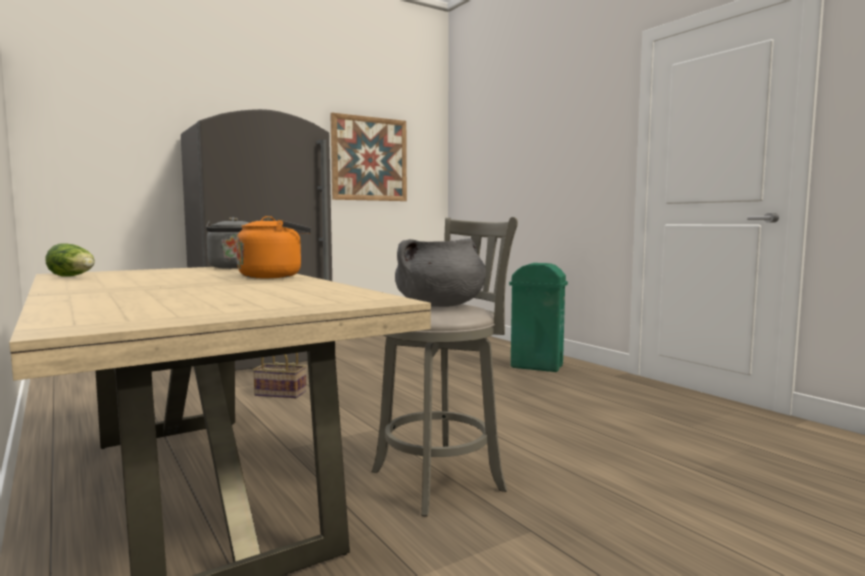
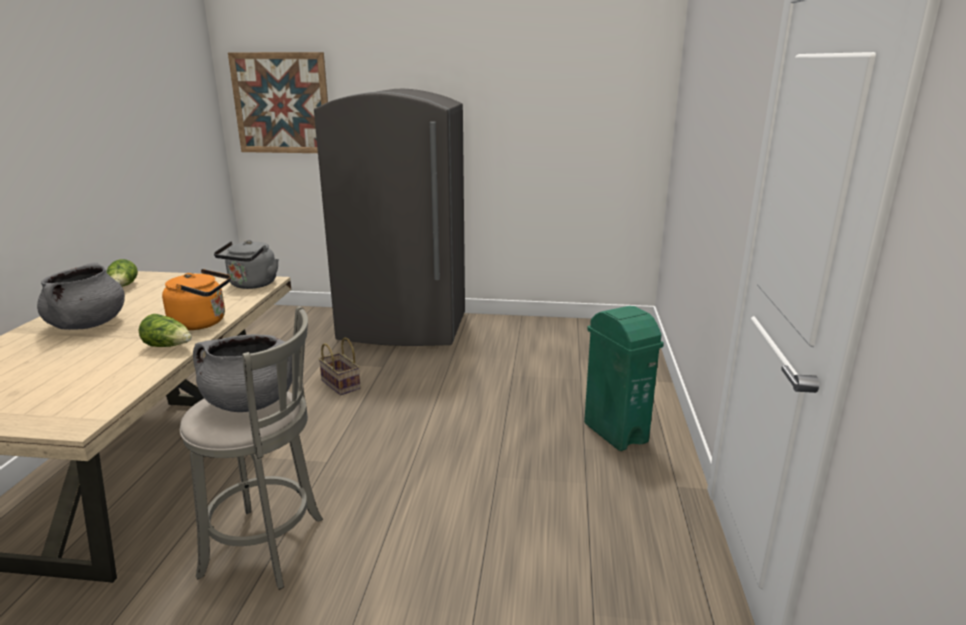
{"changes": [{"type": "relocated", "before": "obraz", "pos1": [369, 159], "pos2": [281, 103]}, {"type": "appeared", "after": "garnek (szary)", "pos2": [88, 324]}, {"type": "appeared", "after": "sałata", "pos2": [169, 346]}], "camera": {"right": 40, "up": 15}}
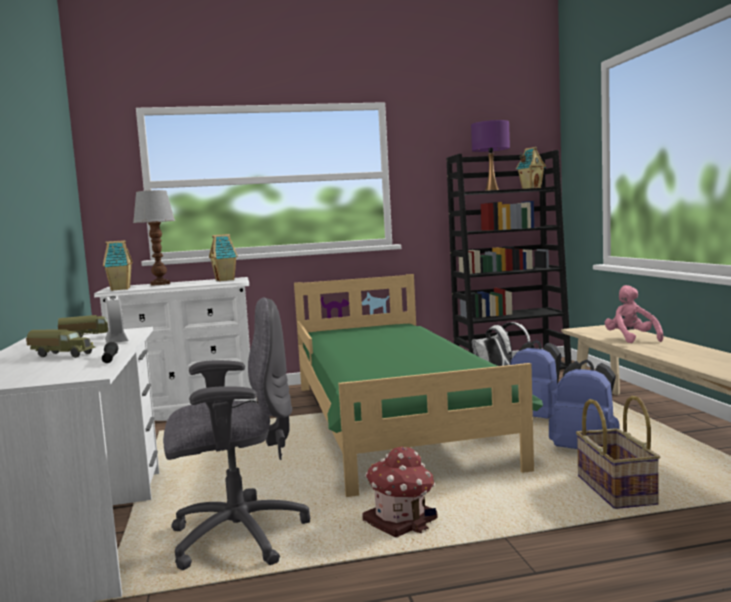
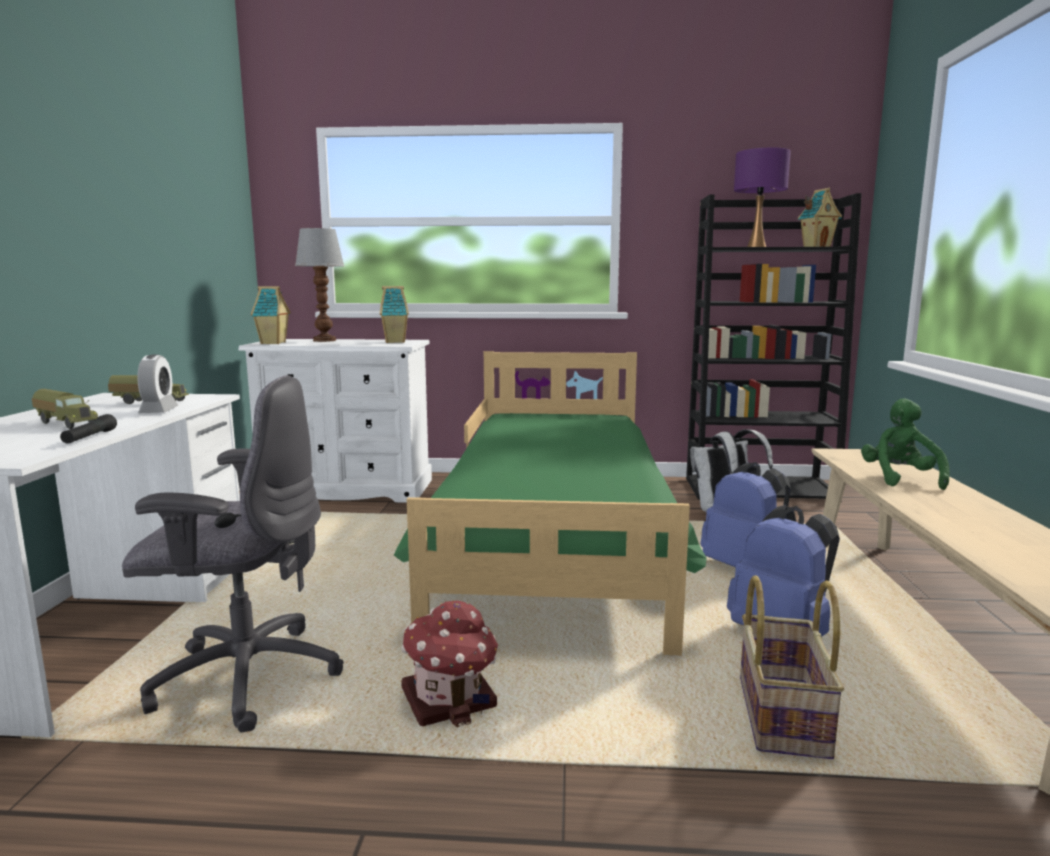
{"changes": [{"type": "colour", "before": "pluszak (różowy)", "after": "pluszak (zielony)", "pos1": [631, 339], "pos2": [900, 479]}], "camera": {"right": 15, "up": 5}}
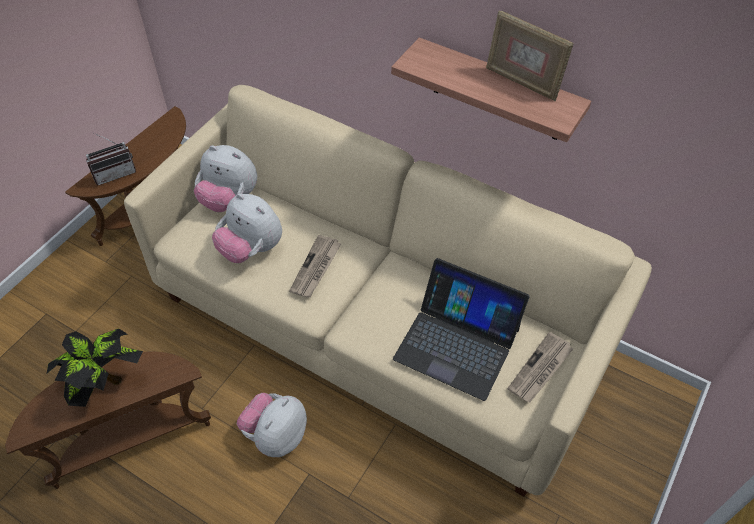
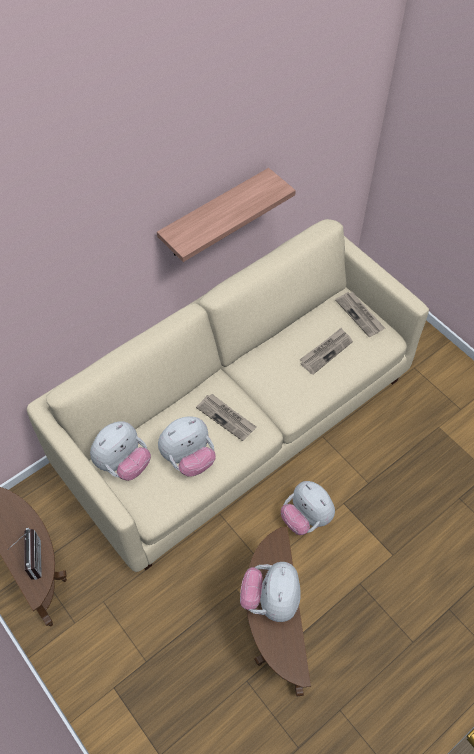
{"changes": [{"type": "missing", "before": "ramka na zdjęcie", "pos1": [522, 82]}, {"type": "exchanged", "before": "laptop", "after": "gazeta", "pos1": [457, 343], "pos2": [326, 351]}, {"type": "exchanged", "before": "roślina doniczkowa", "after": "pluszak", "pos1": [105, 384], "pos2": [270, 599]}], "camera": {"right": -70, "up": 5}}
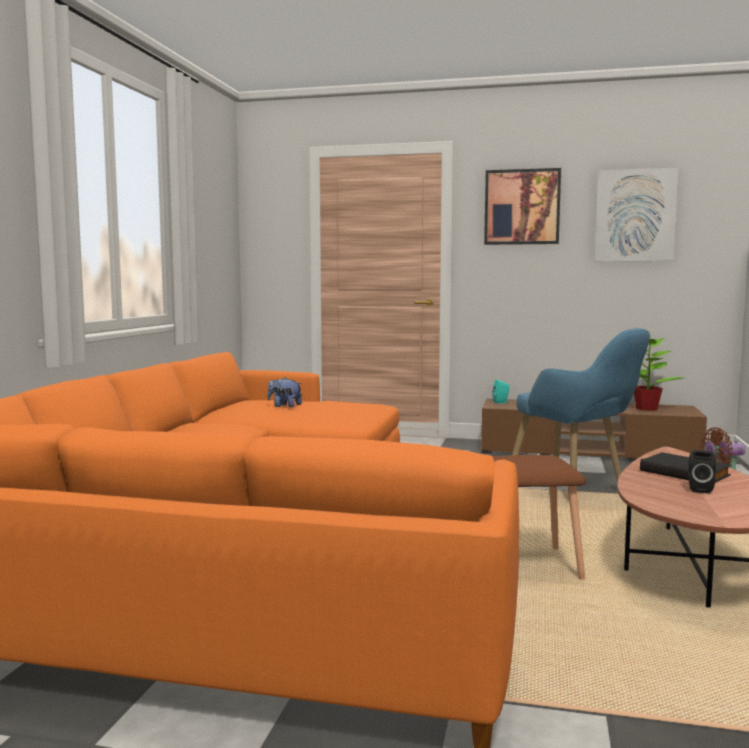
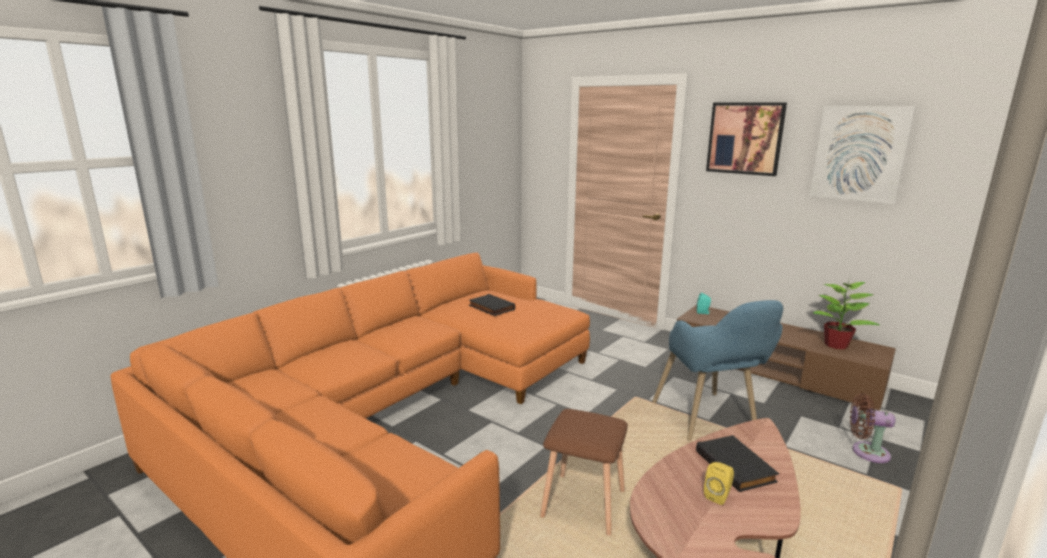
{"changes": [{"type": "exchanged", "before": "pluszak", "after": "książka (czarny)", "pos1": [284, 406], "pos2": [490, 308]}, {"type": "colour", "before": "głośnik (czarny)", "after": "głośnik (żółty)", "pos1": [699, 489], "pos2": [718, 496]}], "camera": {"right": 25, "up": 10}}
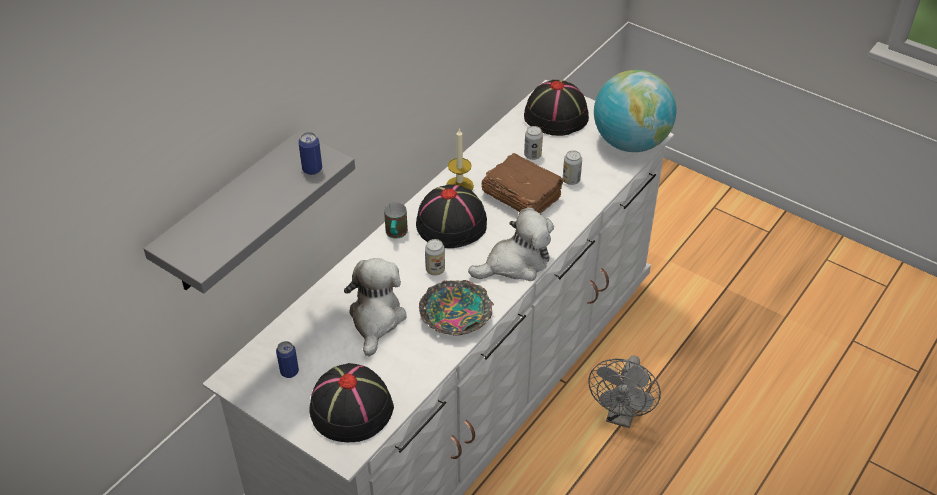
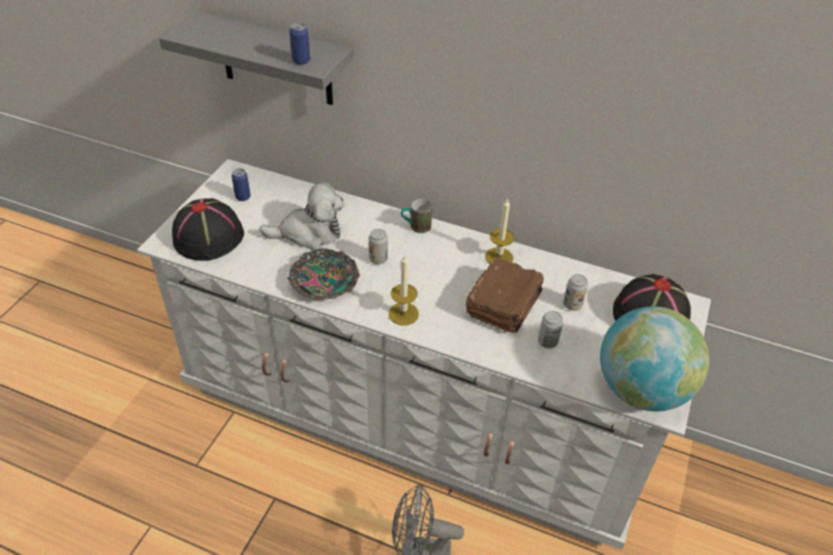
{"changes": [{"type": "missing", "before": "kapelusz (czarny)", "pos1": [452, 223]}, {"type": "exchanged", "before": "pluszak", "after": "świeca", "pos1": [515, 263], "pos2": [403, 314]}], "camera": {"right": 75, "up": 0}}
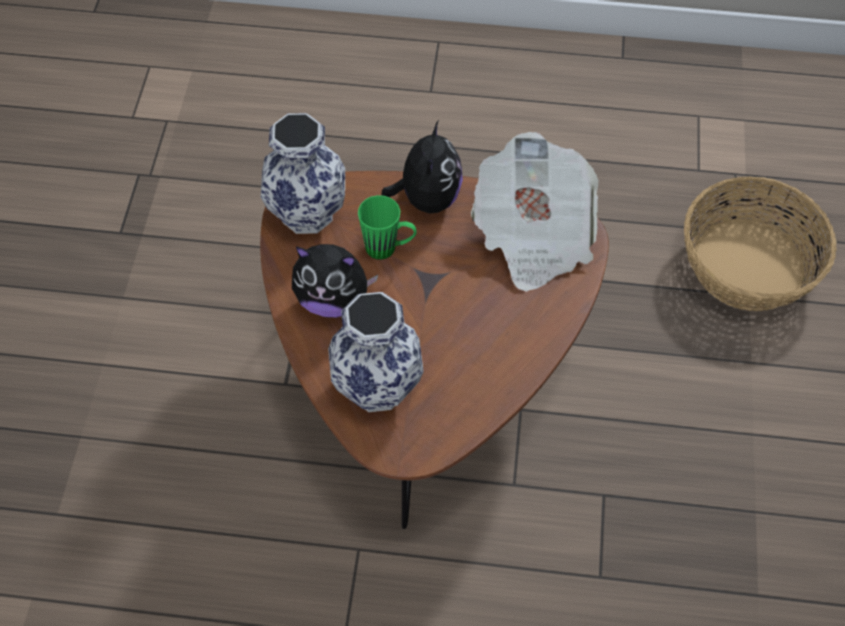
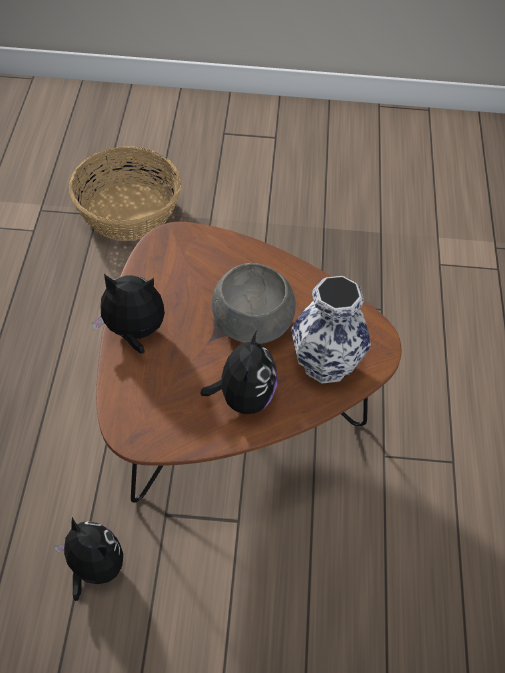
{"changes": [{"type": "missing", "before": "wazon", "pos1": [309, 213]}, {"type": "missing", "before": "gazeta", "pos1": [533, 235]}, {"type": "missing", "before": "kubek (zielony)", "pos1": [388, 249]}, {"type": "appeared", "after": "miska (szary)", "pos2": [251, 323]}, {"type": "appeared", "after": "pluszak", "pos2": [93, 569]}], "camera": {"right": -95, "up": -5}}
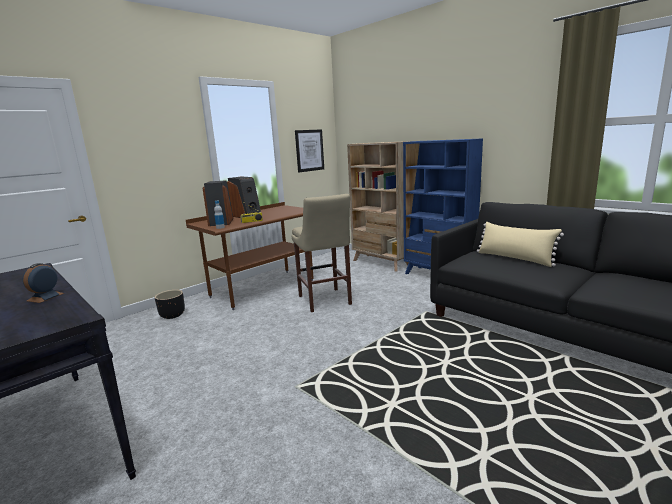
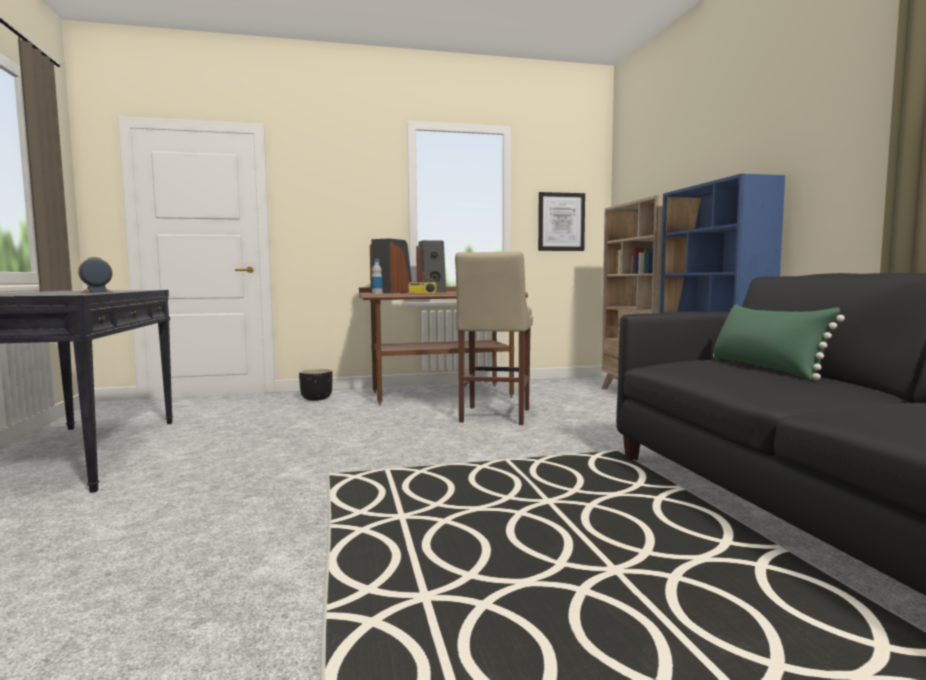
{"changes": [{"type": "colour", "before": "poduszka (beżowy)", "after": "poduszka (zielony)", "pos1": [515, 258], "pos2": [765, 368]}], "camera": {"right": 30, "up": -10}}
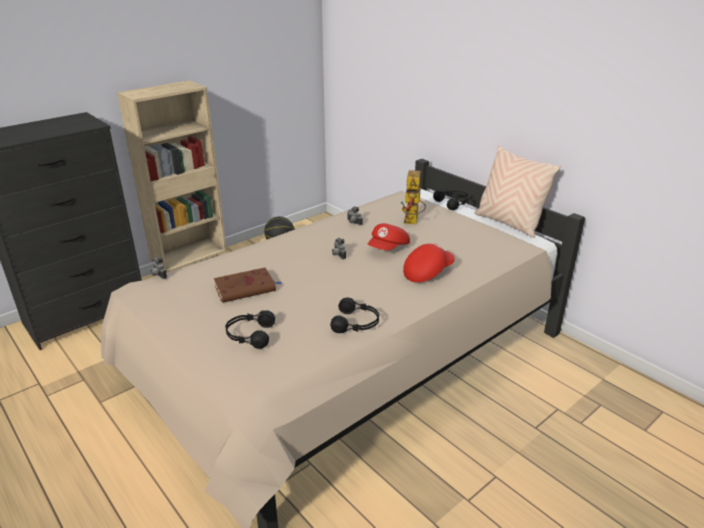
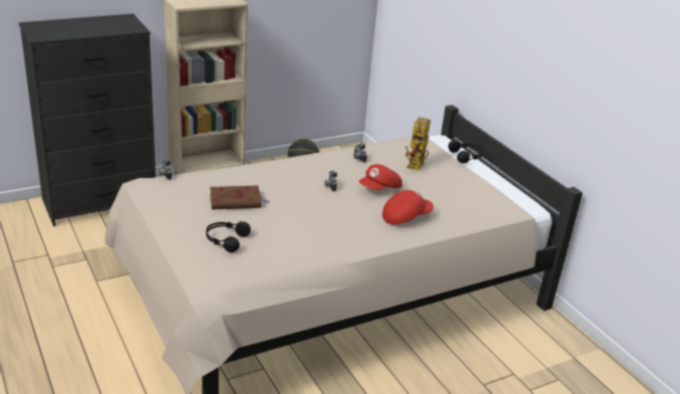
{"changes": [{"type": "missing", "before": "poduszka (beżowy)", "pos1": [508, 223]}, {"type": "missing", "before": "słuchawki (czarny)", "pos1": [356, 323]}], "camera": {"right": 10, "up": 0}}
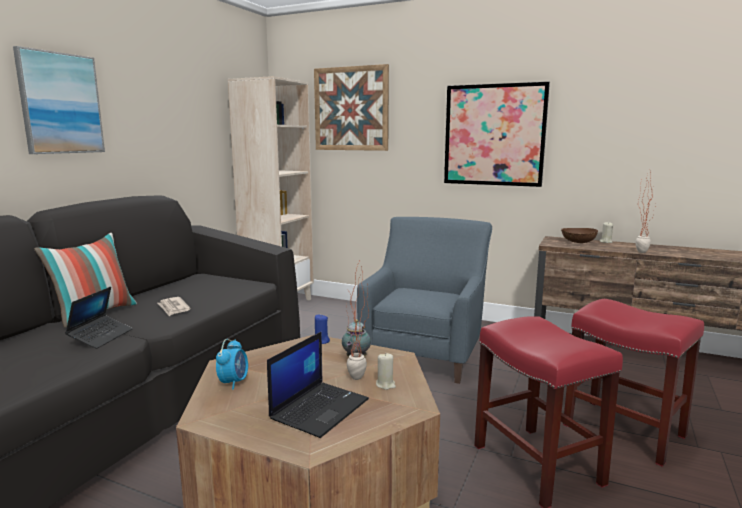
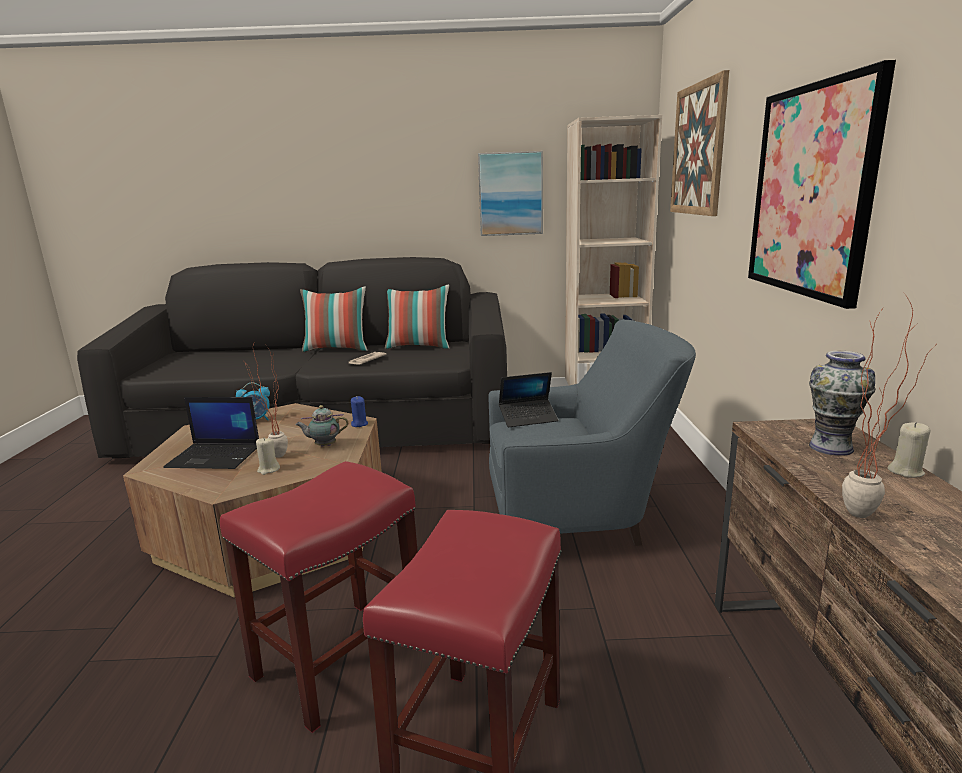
{"changes": [{"type": "relocated", "before": "obraz", "pos1": [60, 103], "pos2": [510, 194]}, {"type": "exchanged", "before": "miska (brązowy)", "after": "wazon", "pos1": [578, 242], "pos2": [831, 447]}, {"type": "relocated", "before": "laptop", "pos1": [101, 337], "pos2": [528, 418]}, {"type": "appeared", "after": "poduszka", "pos2": [418, 347]}], "camera": {"right": 65, "up": 5}}
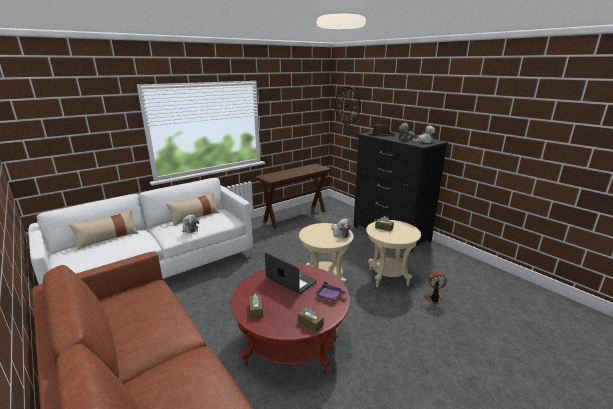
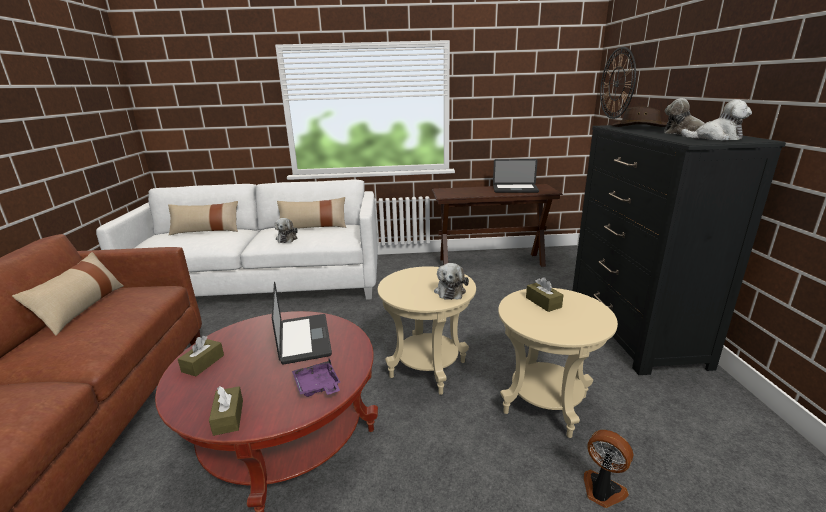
{"changes": [{"type": "appeared", "after": "laptop", "pos2": [515, 189]}, {"type": "appeared", "after": "poduszka (beżowy)", "pos2": [82, 308]}], "camera": {"right": 35, "up": 0}}
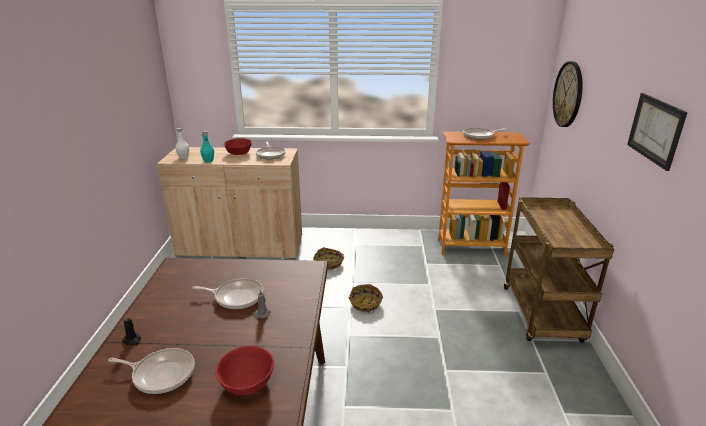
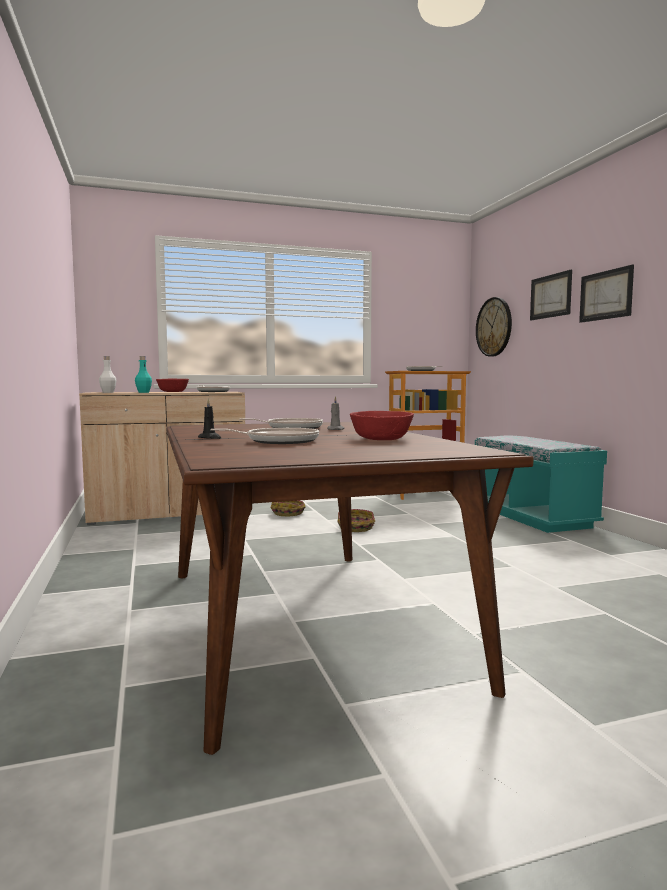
{"changes": [{"type": "exchanged", "before": "wózek (brązowy)", "after": "ławka (turkusowy)", "pos1": [542, 315], "pos2": [532, 517]}, {"type": "appeared", "after": "obraz", "pos2": [550, 296]}], "camera": {"right": -20, "up": -20}}
